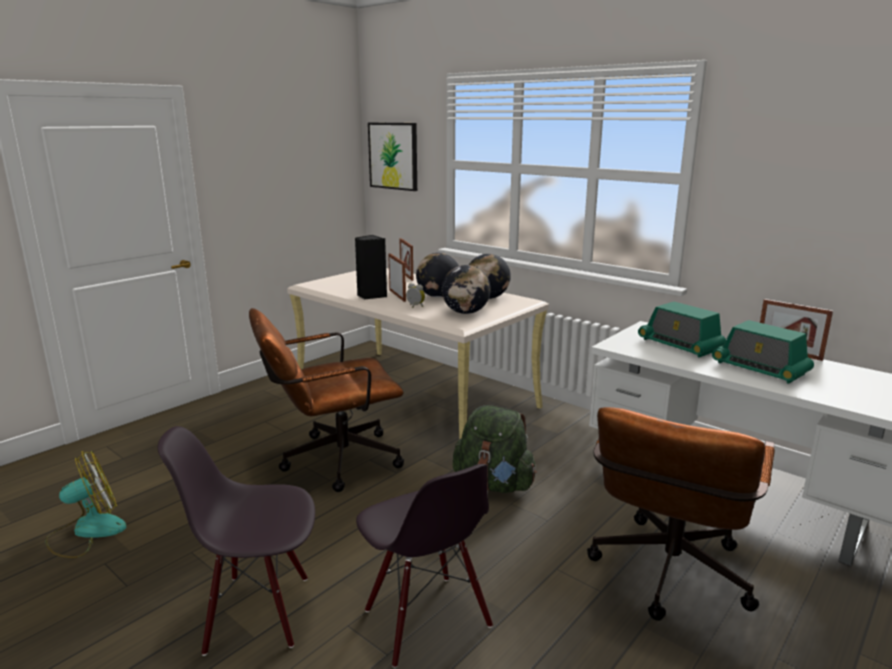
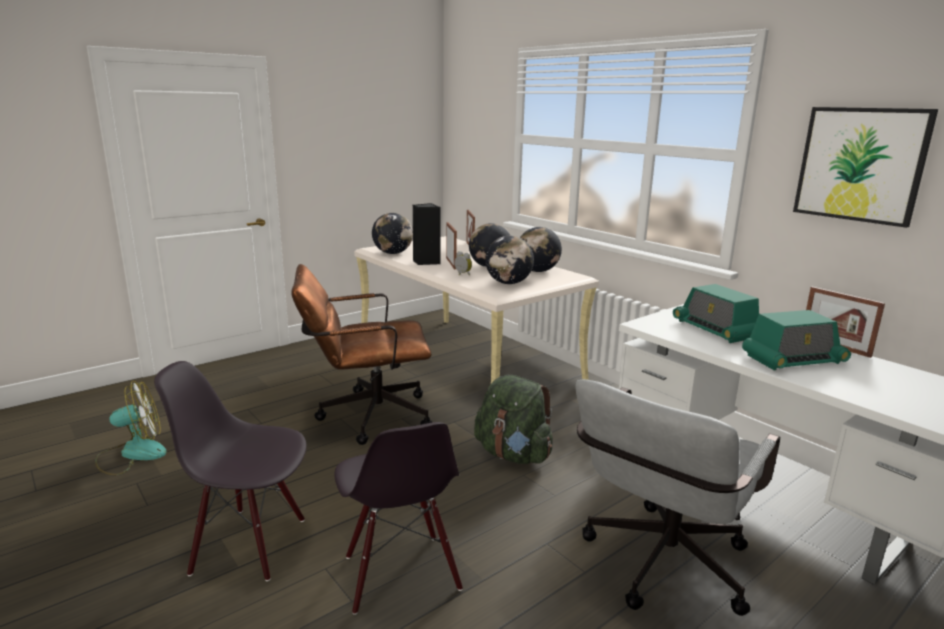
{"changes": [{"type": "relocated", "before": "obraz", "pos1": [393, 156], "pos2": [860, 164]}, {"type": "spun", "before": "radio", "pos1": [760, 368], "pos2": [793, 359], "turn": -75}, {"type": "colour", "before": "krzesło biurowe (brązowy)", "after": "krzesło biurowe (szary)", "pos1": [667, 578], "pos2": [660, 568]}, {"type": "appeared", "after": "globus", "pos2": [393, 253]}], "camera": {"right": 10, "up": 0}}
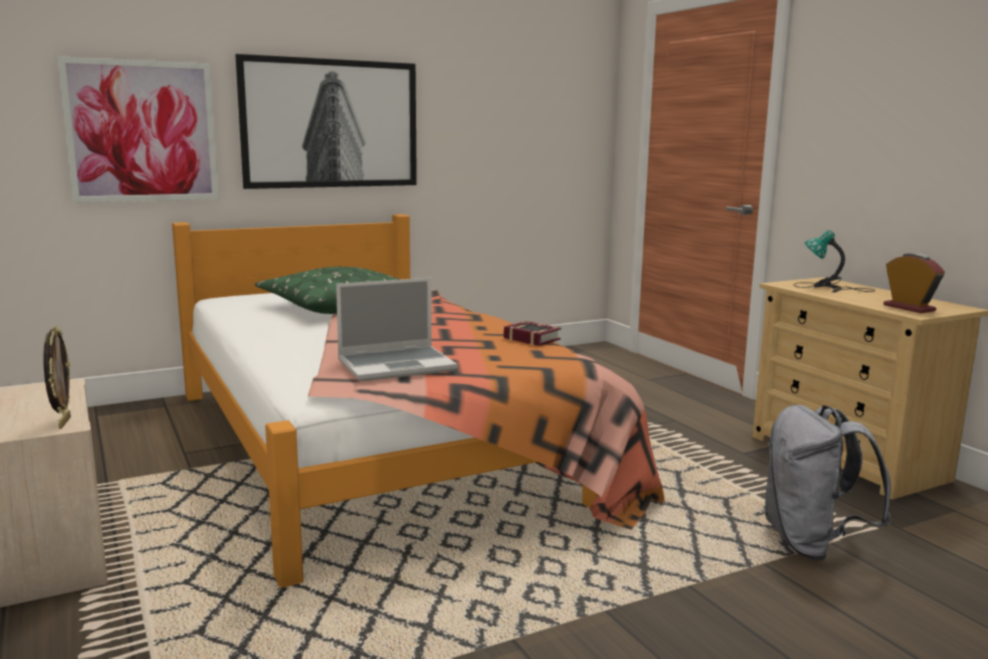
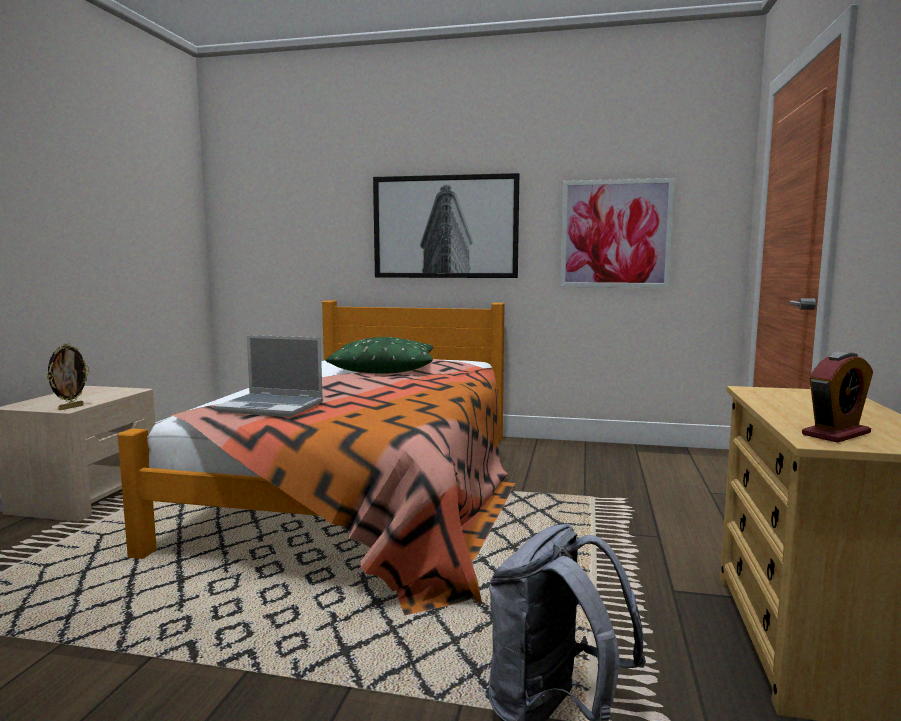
{"changes": [{"type": "relocated", "before": "obraz", "pos1": [142, 131], "pos2": [615, 234]}, {"type": "missing", "before": "lampa stołowa", "pos1": [830, 288]}, {"type": "spun", "before": "budzik", "pos1": [909, 308], "pos2": [836, 434], "turn": 45}, {"type": "missing", "before": "książka", "pos1": [531, 338]}], "camera": {"right": 40, "up": -5}}
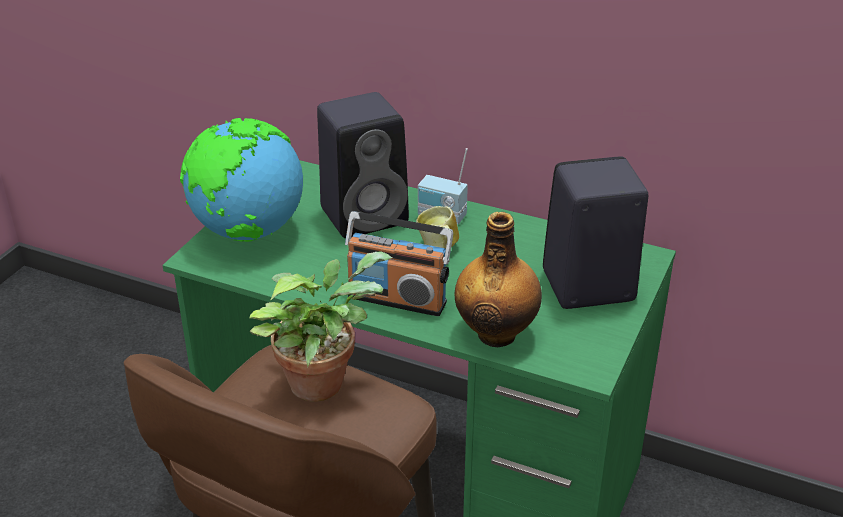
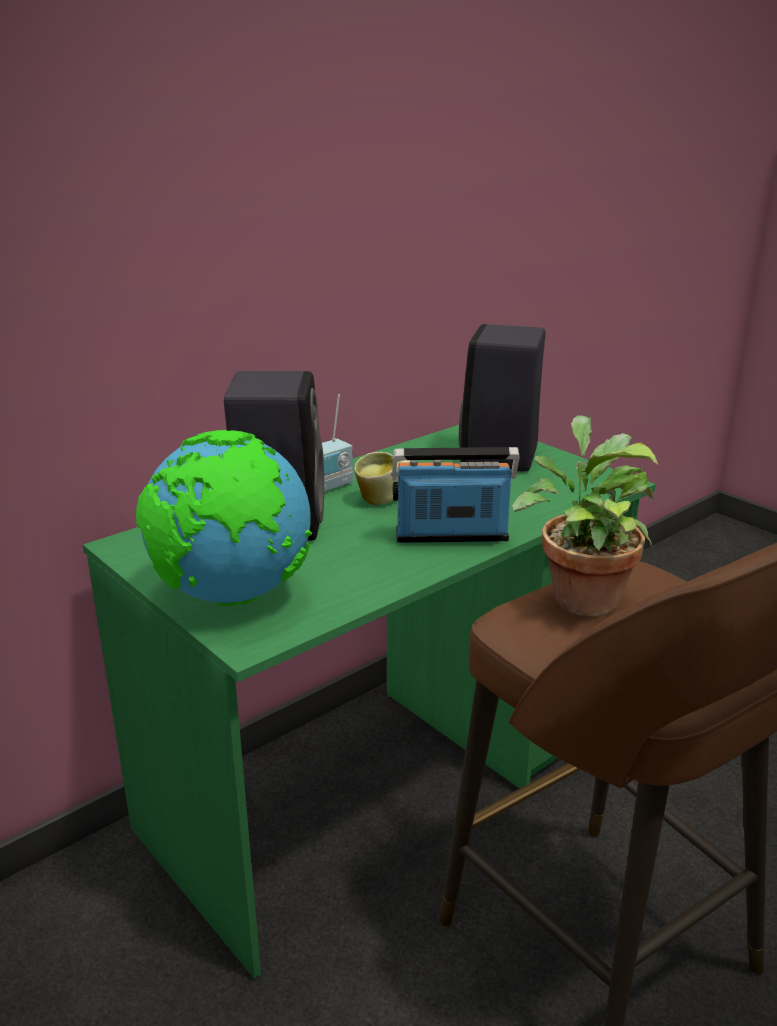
{"changes": [{"type": "spun", "before": "radio", "pos1": [397, 299], "pos2": [452, 537], "turn": -135}, {"type": "missing", "before": "butelka", "pos1": [497, 333]}], "camera": {"right": -65, "up": -10}}
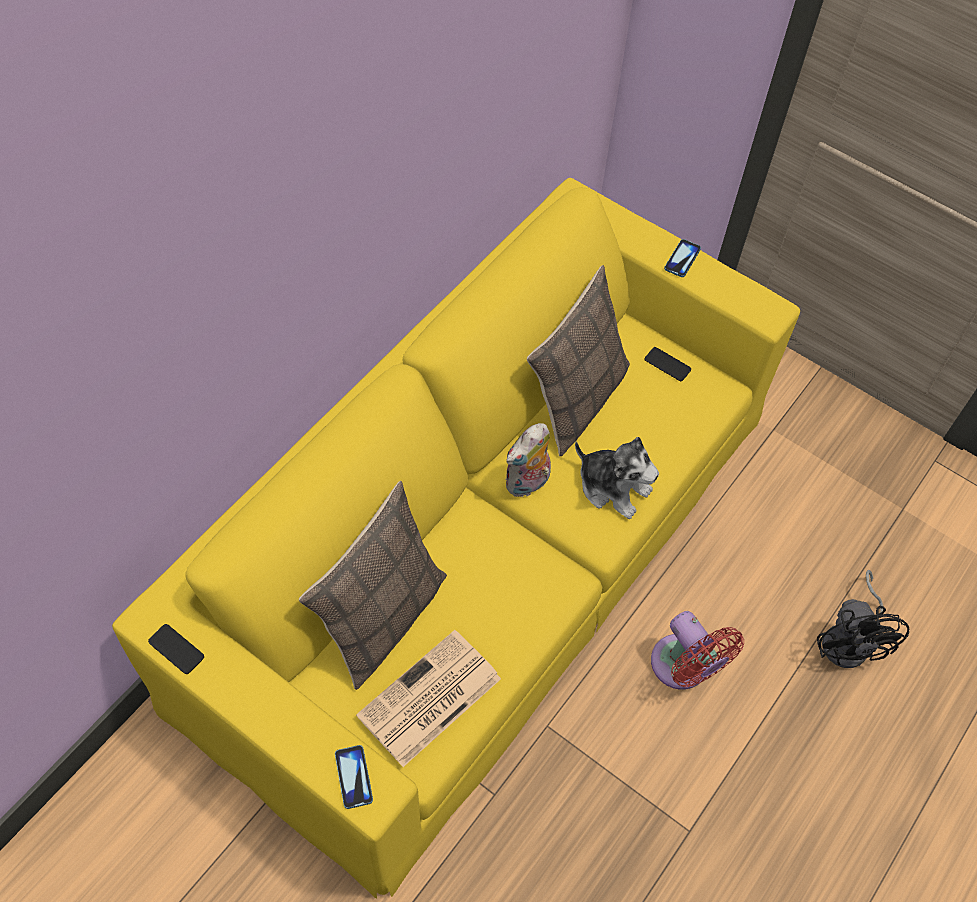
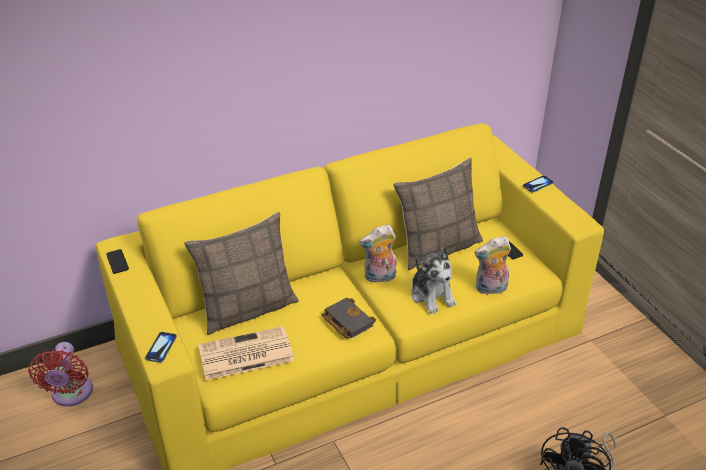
{"changes": [{"type": "relocated", "before": "wentylator (czerwony)", "pos1": [683, 668], "pos2": [71, 394]}, {"type": "appeared", "after": "pluszak", "pos2": [490, 289]}, {"type": "appeared", "after": "książka (czarny)", "pos2": [346, 321]}], "camera": {"right": 30, "up": -20}}
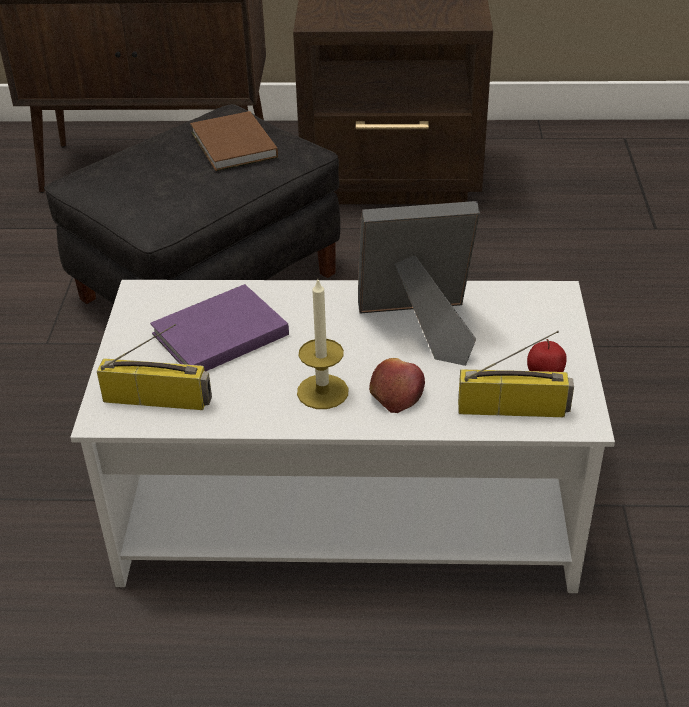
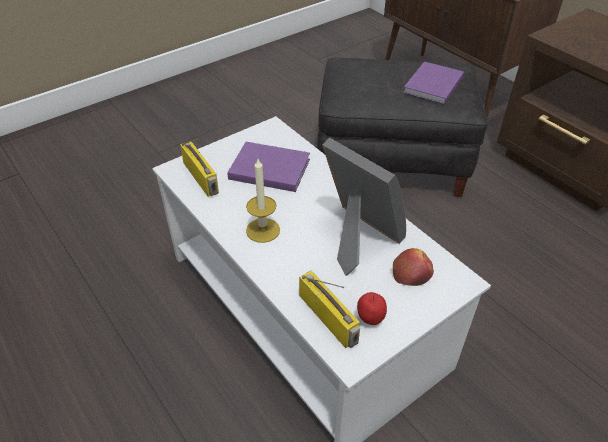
{"changes": [{"type": "colour", "before": "książka (brązowy)", "after": "książka (fioletowy)", "pos1": [233, 146], "pos2": [431, 86]}, {"type": "relocated", "before": "jabłko", "pos1": [396, 393], "pos2": [412, 273]}], "camera": {"right": 50, "up": 5}}
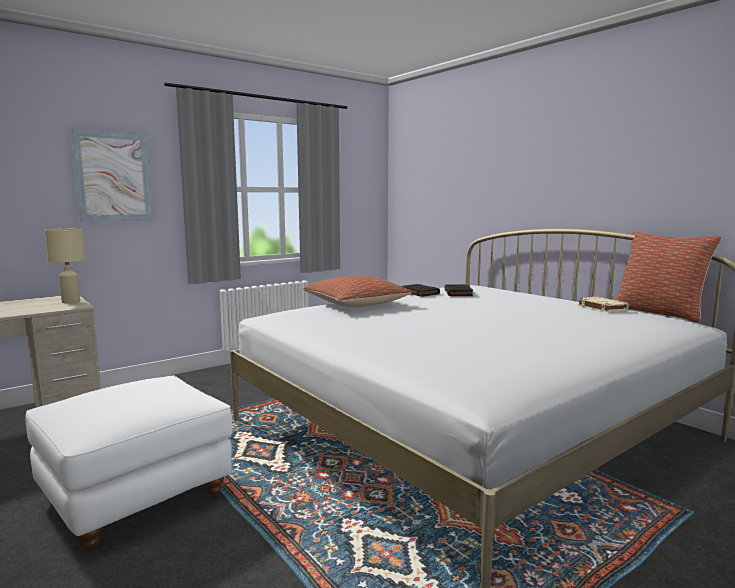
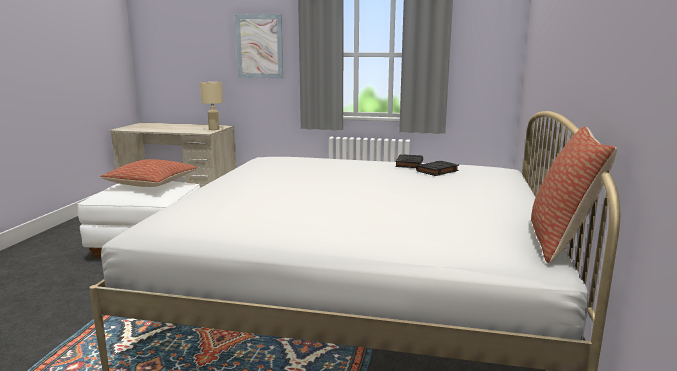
{"changes": [{"type": "relocated", "before": "poduszka", "pos1": [356, 304], "pos2": [152, 183]}, {"type": "missing", "before": "książka (beżowy)", "pos1": [601, 307]}], "camera": {"right": 50, "up": 5}}
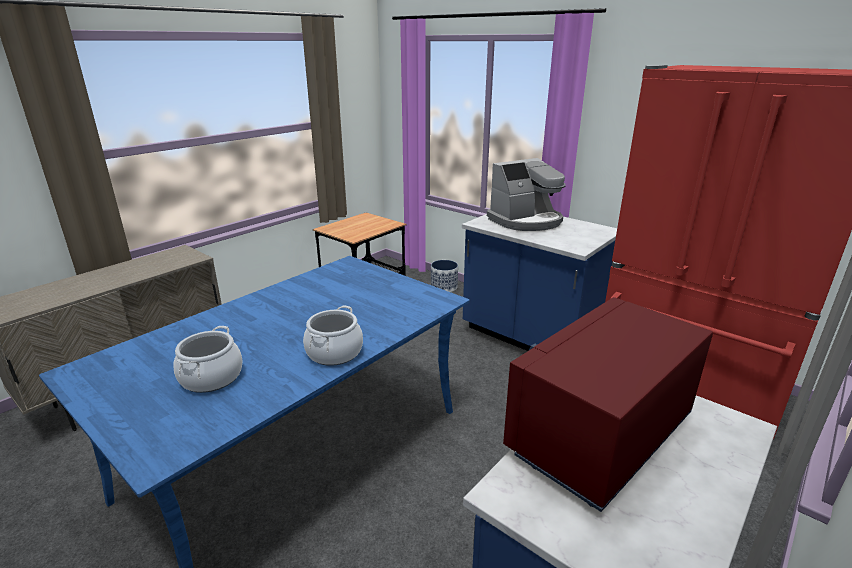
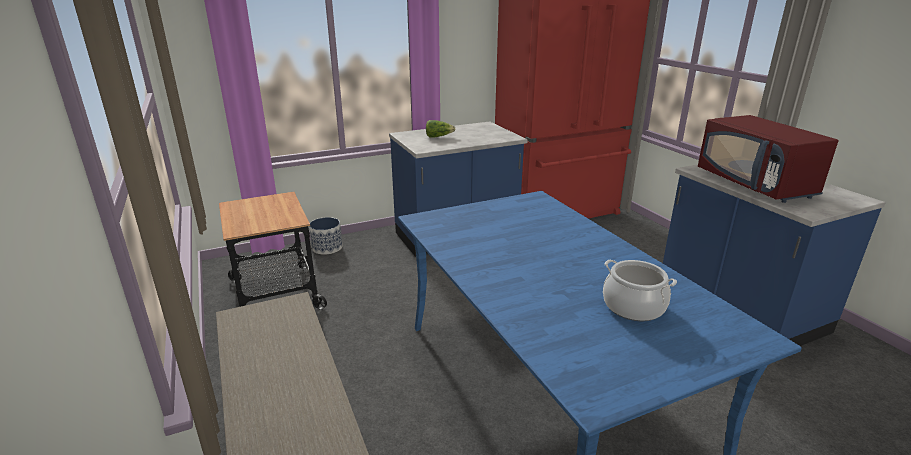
{"changes": [{"type": "exchanged", "before": "ekspres do kawy", "after": "sałata", "pos1": [526, 221], "pos2": [438, 136]}, {"type": "missing", "before": "garnek", "pos1": [334, 352]}], "camera": {"right": -65, "up": 0}}
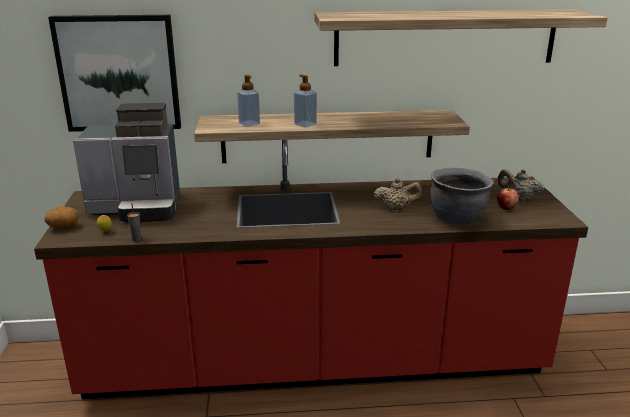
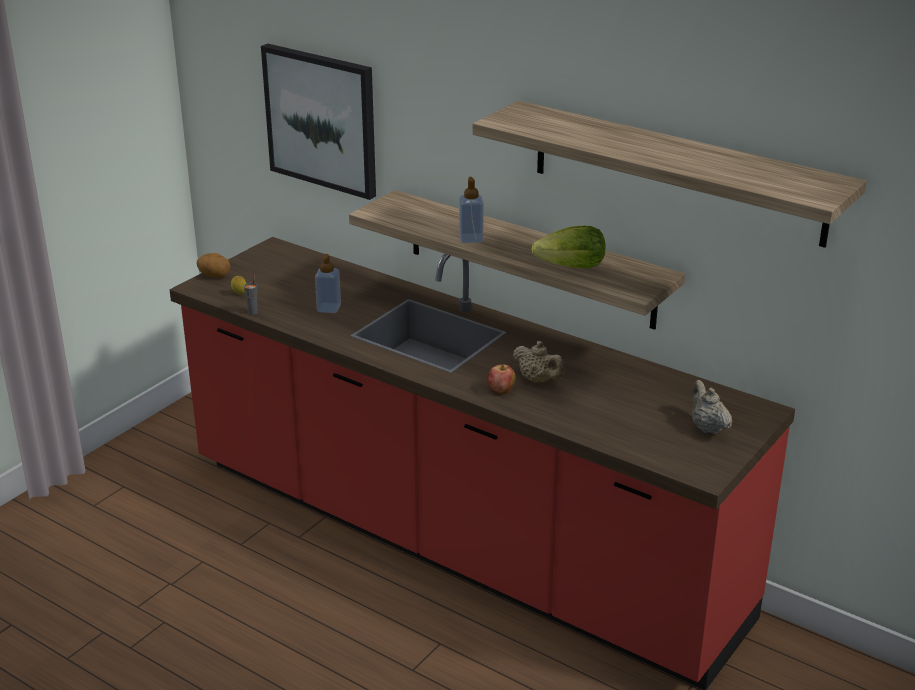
{"changes": [{"type": "relocated", "before": "dozownik mydła", "pos1": [249, 124], "pos2": [329, 308]}, {"type": "missing", "before": "ekspres do kawy", "pos1": [138, 207]}, {"type": "missing", "before": "garnek (szary)", "pos1": [456, 218]}, {"type": "relocated", "before": "jabłko", "pos1": [506, 208], "pos2": [501, 391]}, {"type": "appeared", "after": "sałata", "pos2": [572, 267]}], "camera": {"right": 40, "up": 5}}
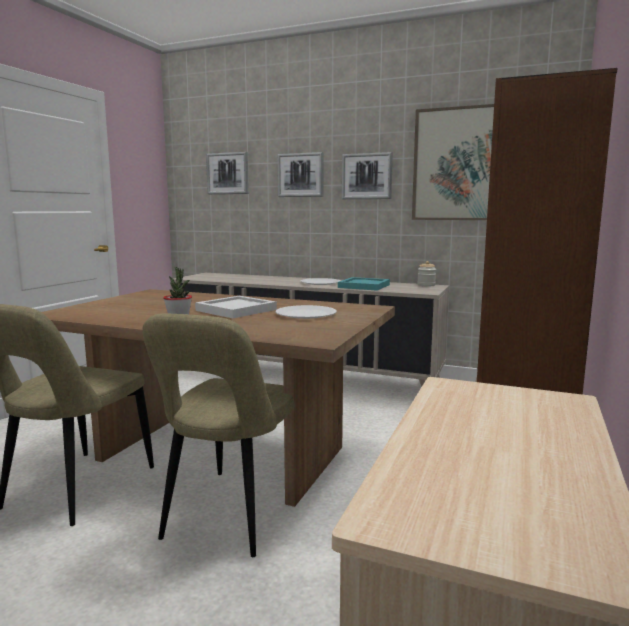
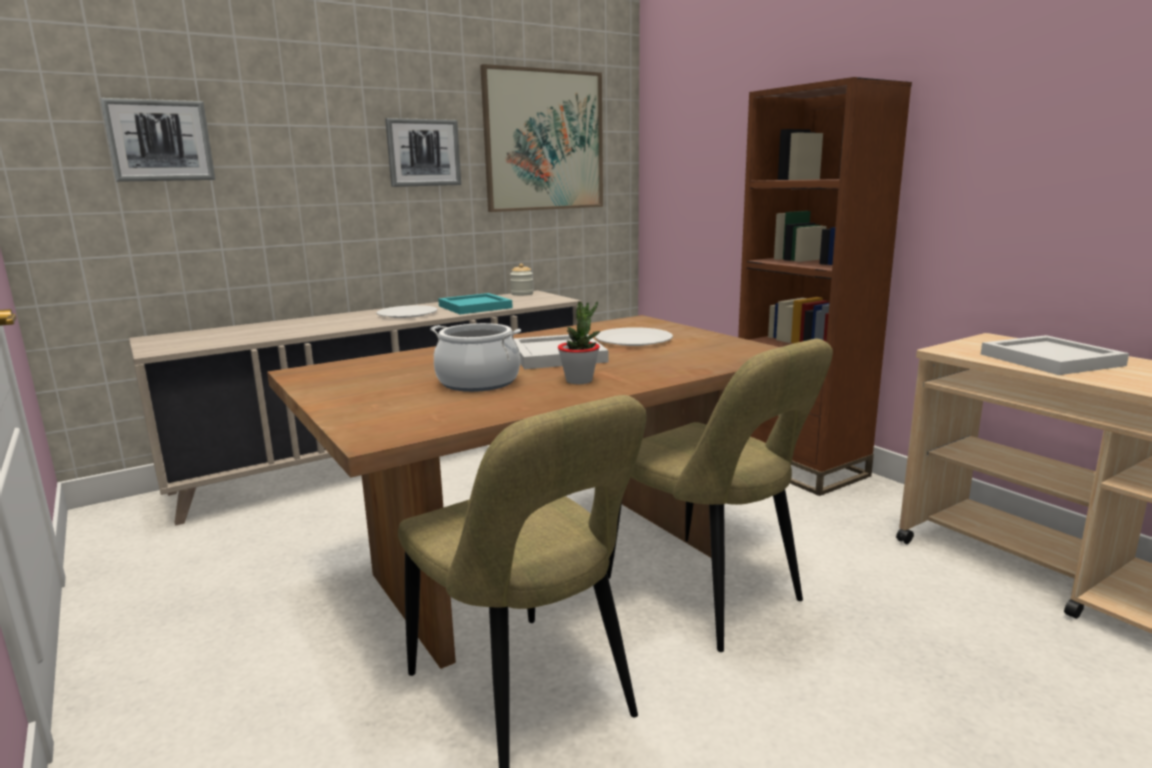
{"changes": [{"type": "missing", "before": "obraz", "pos1": [300, 175]}, {"type": "appeared", "after": "garnek", "pos2": [478, 382]}, {"type": "appeared", "after": "taca (biały)", "pos2": [1051, 360]}], "camera": {"right": -55, "up": 5}}
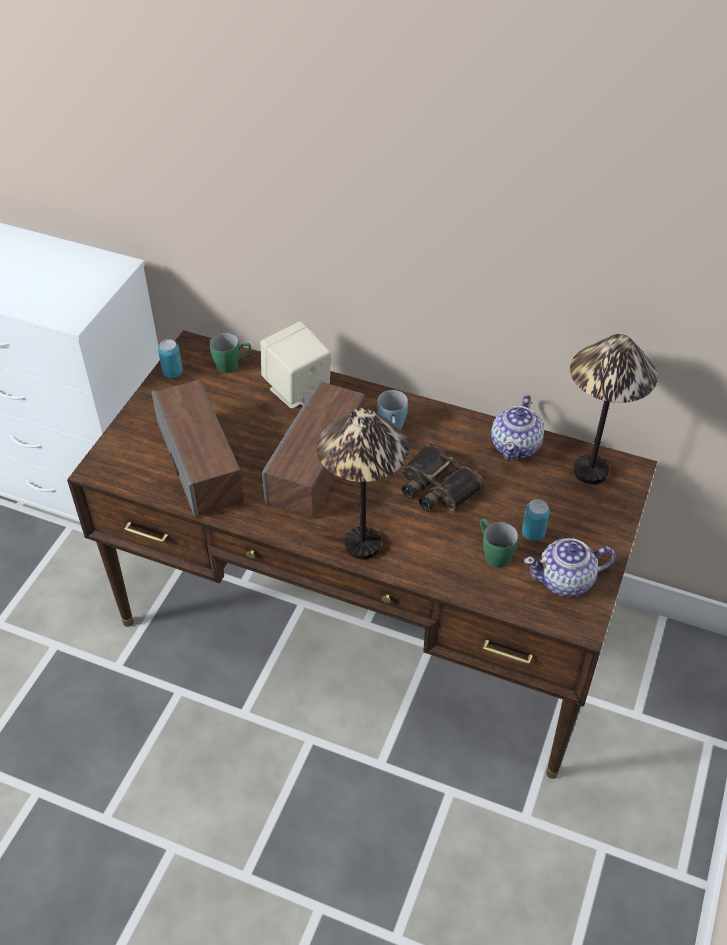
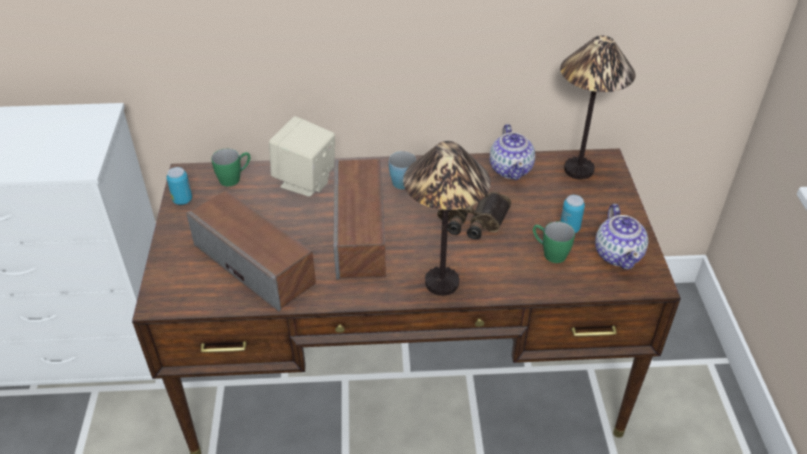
{"changes": [{"type": "spun", "before": "imbryk", "pos1": [566, 581], "pos2": [618, 254], "turn": -60}], "camera": {"right": -25, "up": -5}}
